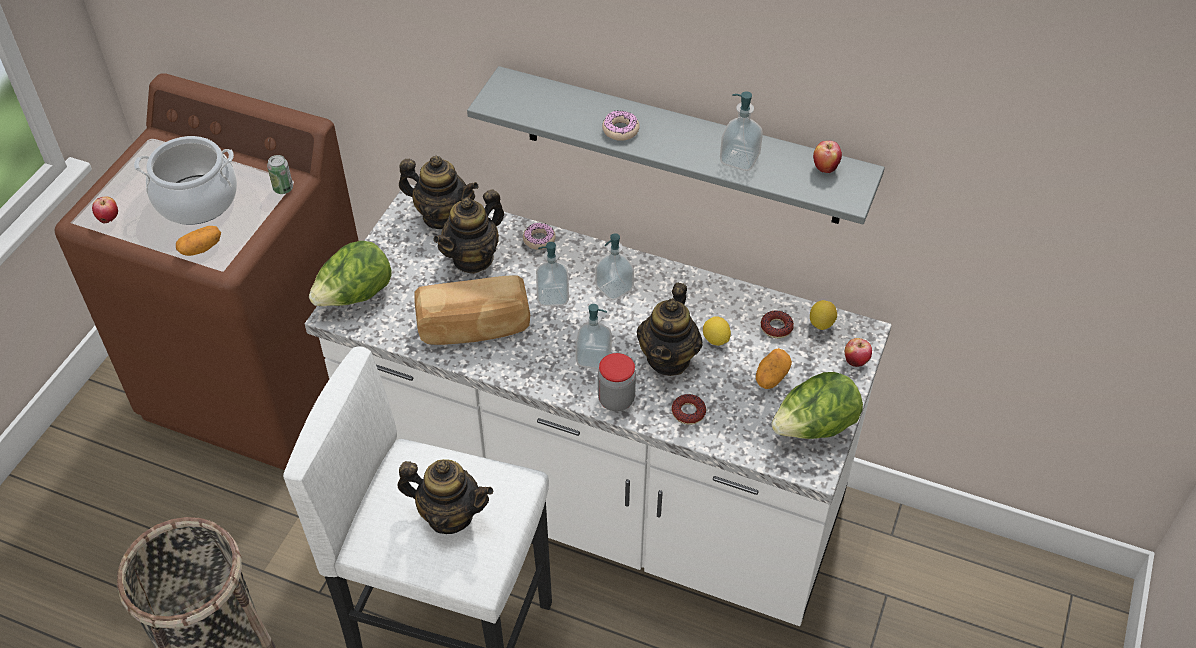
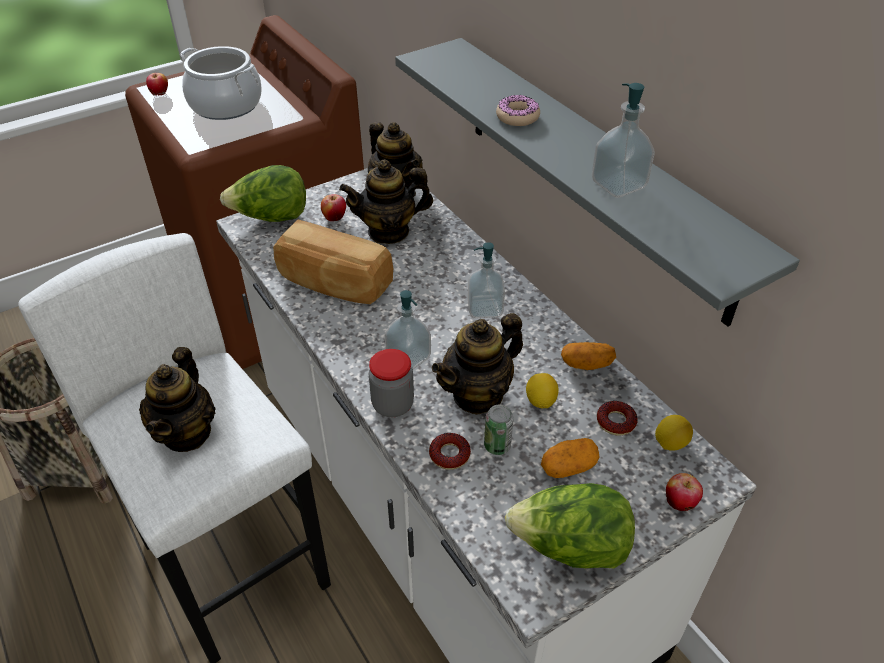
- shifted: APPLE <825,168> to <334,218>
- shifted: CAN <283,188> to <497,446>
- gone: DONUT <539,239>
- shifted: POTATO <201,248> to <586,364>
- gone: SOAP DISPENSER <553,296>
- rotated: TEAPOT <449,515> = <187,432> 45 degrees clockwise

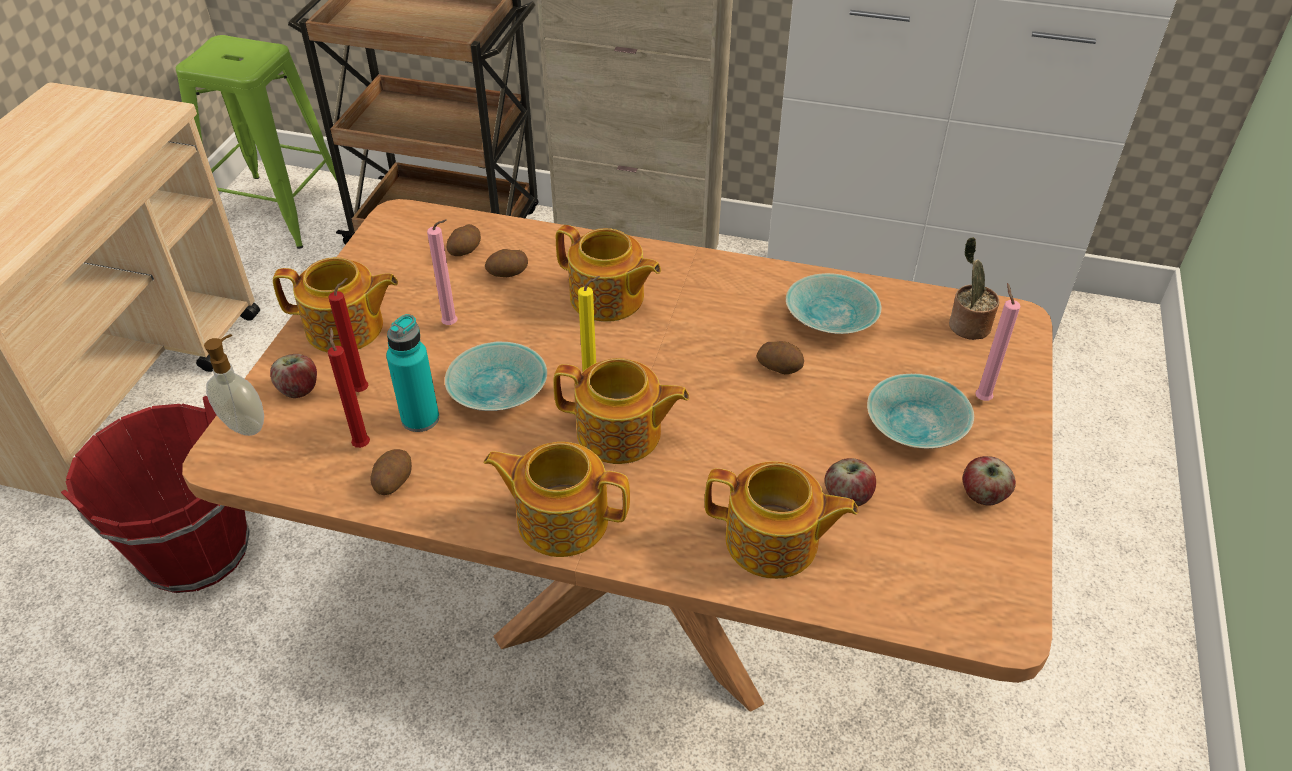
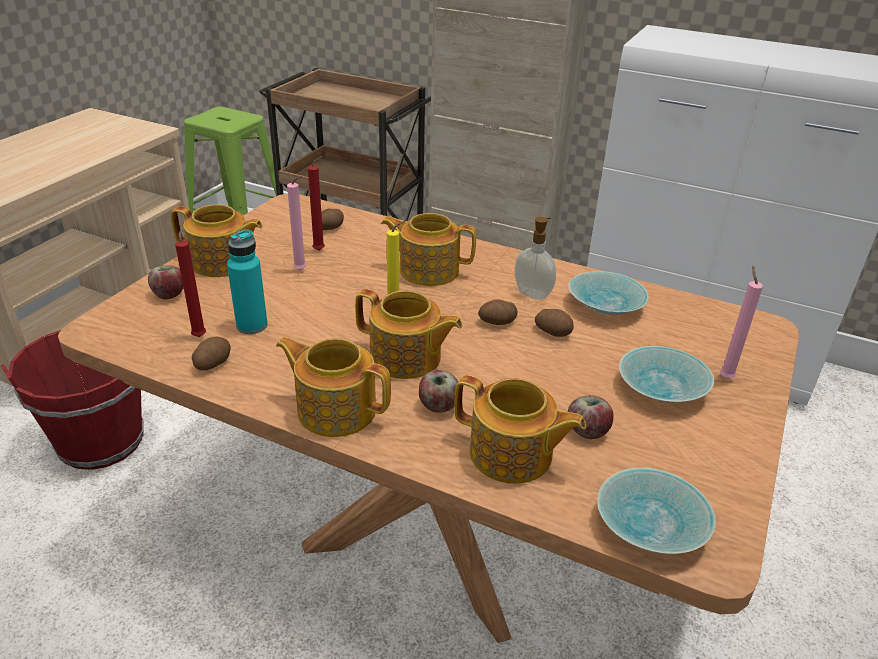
- rotated: TEAPOT <608,299> = <427,270> 150 degrees clockwise
- gone: POTTED PLANT <966,326>
- shifted: POTATO <508,273> to <497,322>
- shifted: RED CANDLE <364,390> to <321,250>
- shifted: SOAP DISPENSER <245,424> to <533,293>
- shifted: TURQUOISE BOWL <495,391> to <647,525>
- shifted: APPLE <982,495> to <438,406>

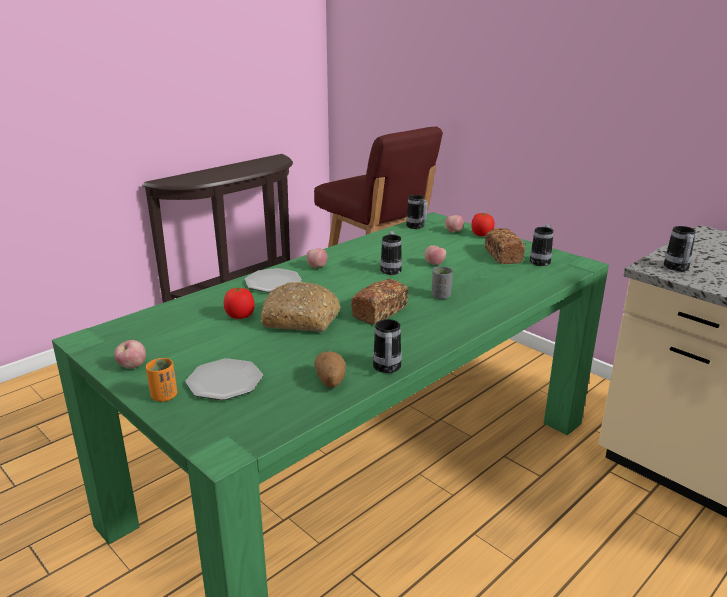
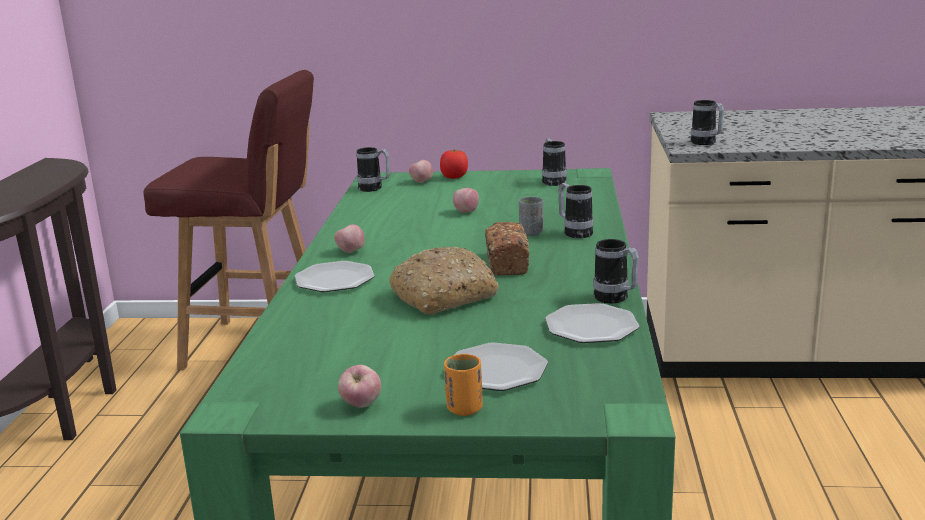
- gone: BREAD <502,255>
- shifted: MUG <391,269> to <574,232>
- gone: TOMATO <240,316>
- swapped: POTATO <331,381> to PLATE <591,327>

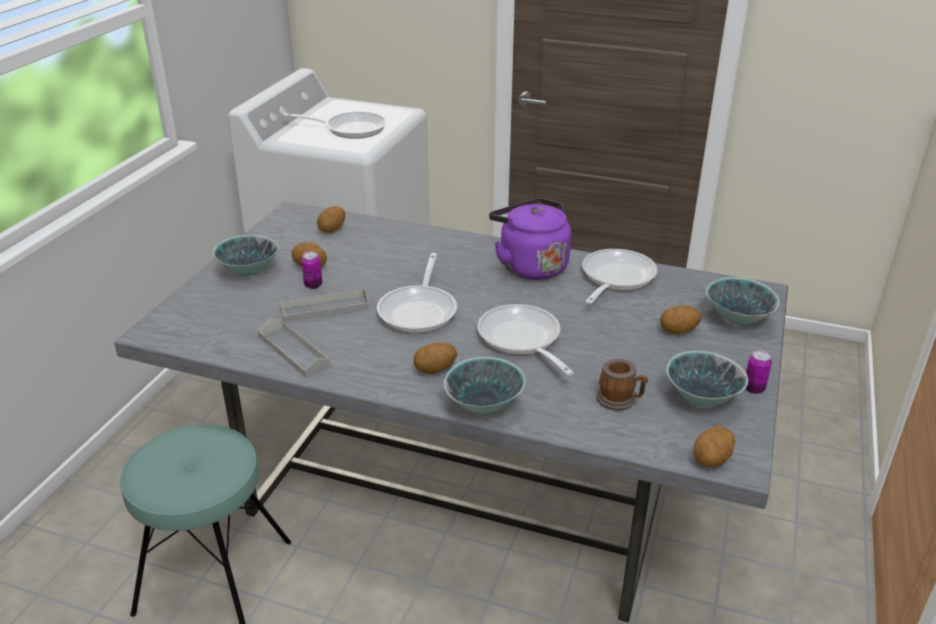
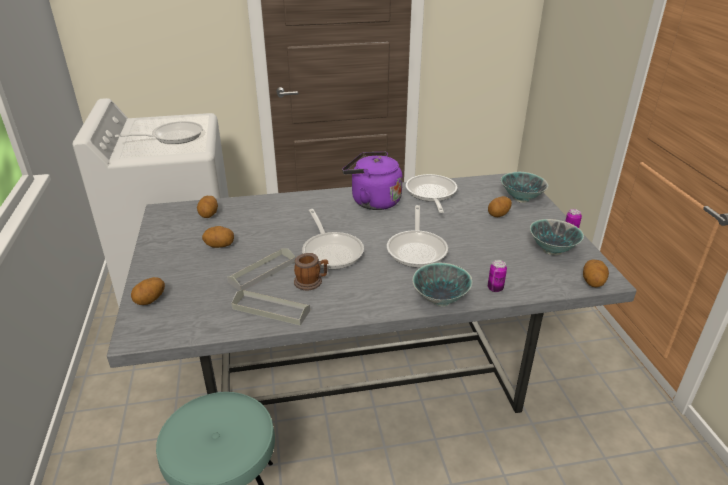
- gone: BOWL <249,273>
- shifted: CAN <313,285> to <495,288>
- rotated: FRYING PAN <522,340> = <417,249> 120 degrees counterclockwise
- shifted: POTATO <435,370> to <150,300>
- shifted: MUG <620,400> to <311,282>

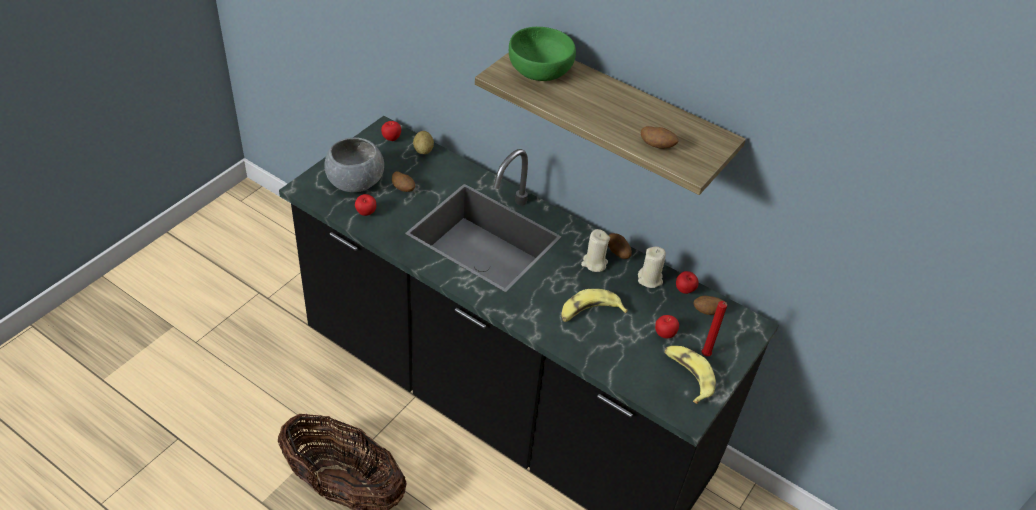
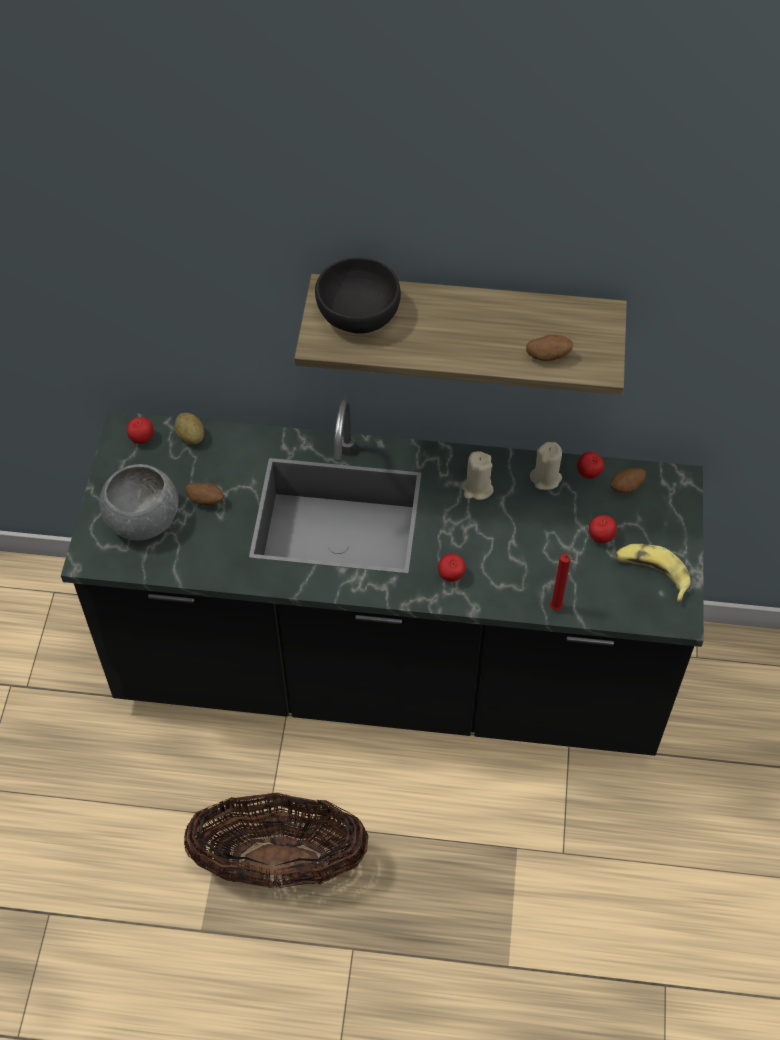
- repainted: GREEN BOWL <539,71> to BLACK BOWL <358,314>
- shifted: APPLE <366,214> to <451,576>
- gone: POTATO <617,253>
- gone: BANANA <589,312>
- shifted: RED CANDLE <706,356> to <557,609>

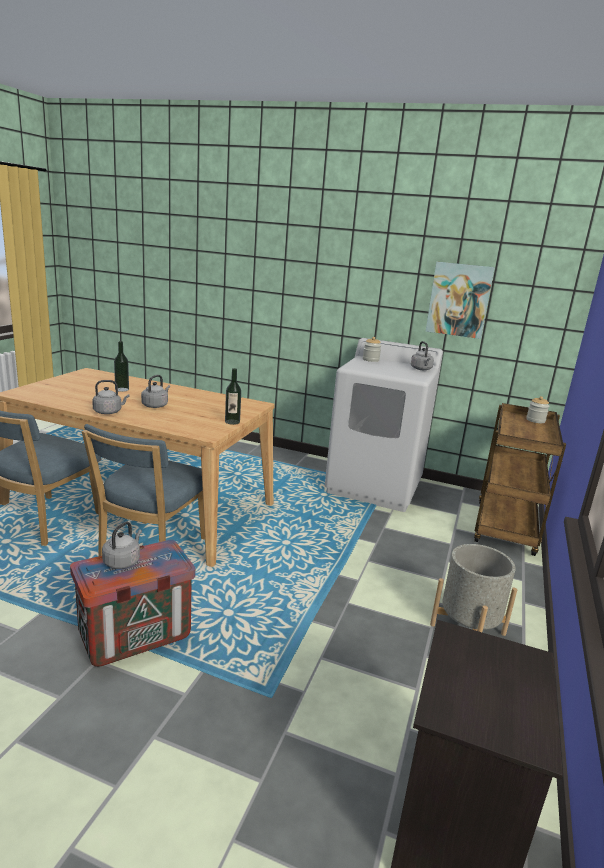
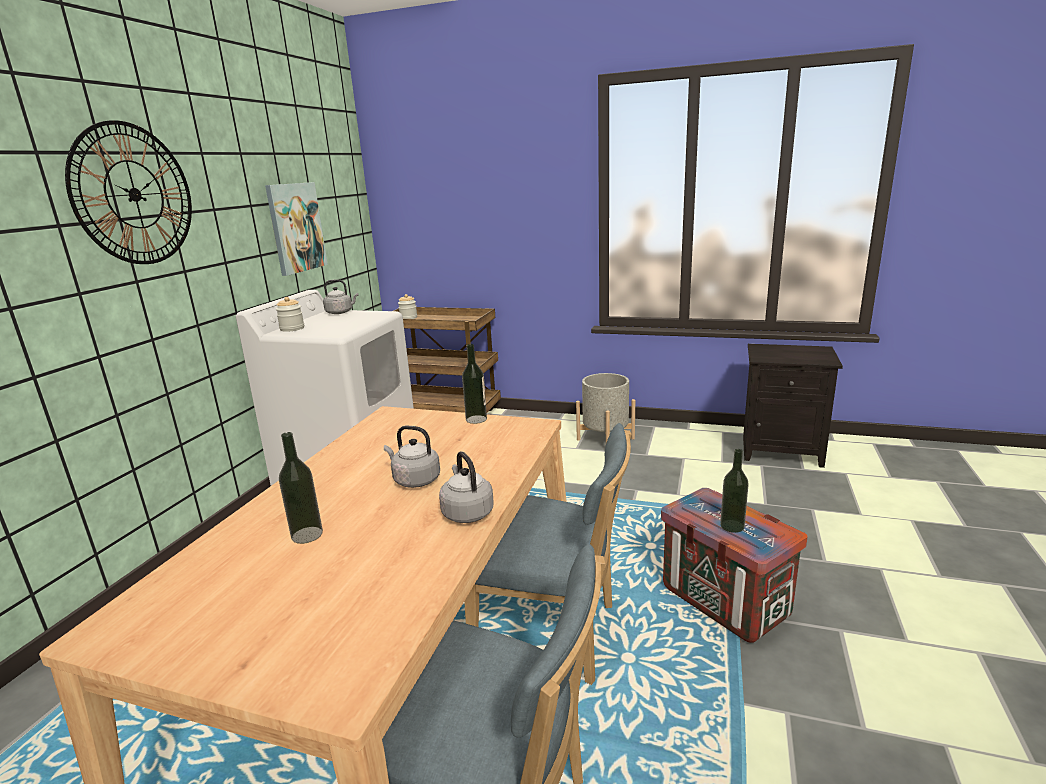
- swapped: GREY KETTLE <123,561> to BOTTLE <732,526>
- new: WALL CLOCK <134,194>

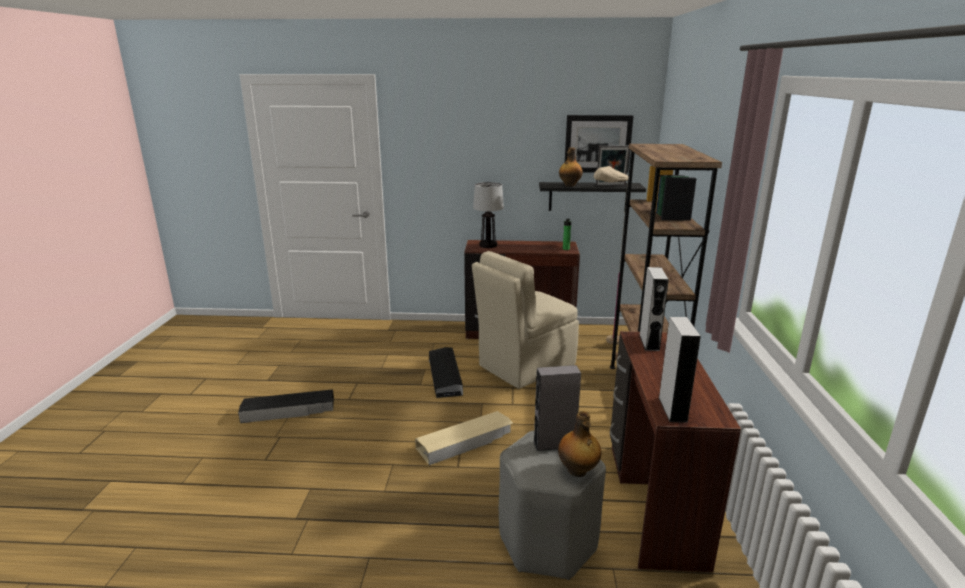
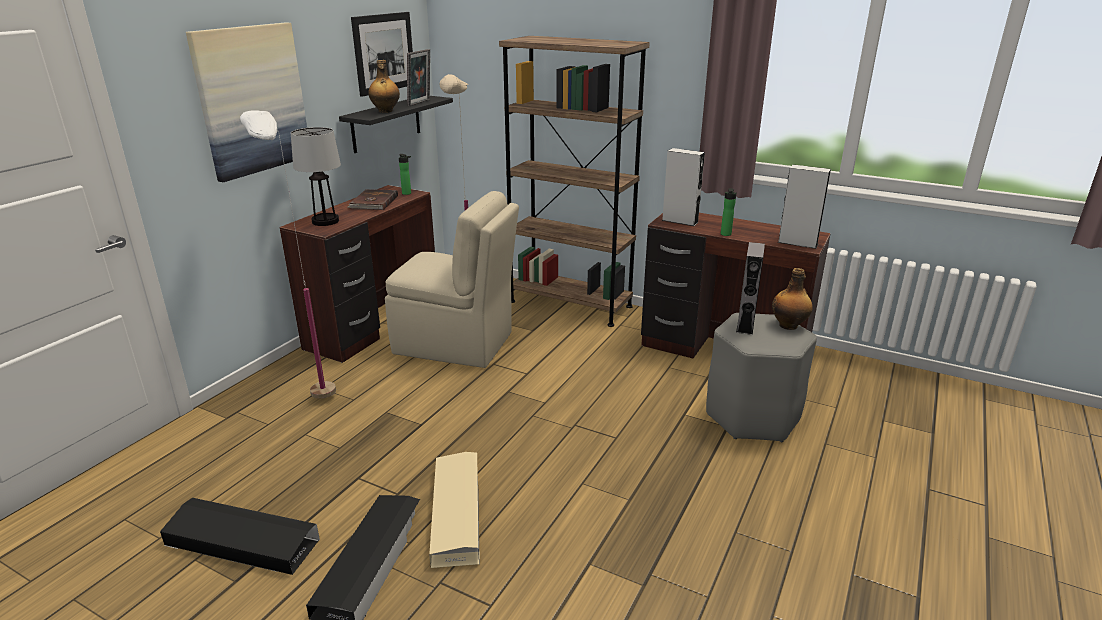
- rotated: BEIGE CHAIR <525,366> = <456,344> 60 degrees counterclockwise
- shifted: BLACK STORAGE BOX <445,376> to <242,542>
- shifted: BEIGE STORAGE BOX <465,442> to <457,513>
- new: PICTURE <252,100>
- new: WHITE FLOOR LAMP <313,390>
- new: BOTTLE <725,235>
- new: BROWN BOOK <373,202>

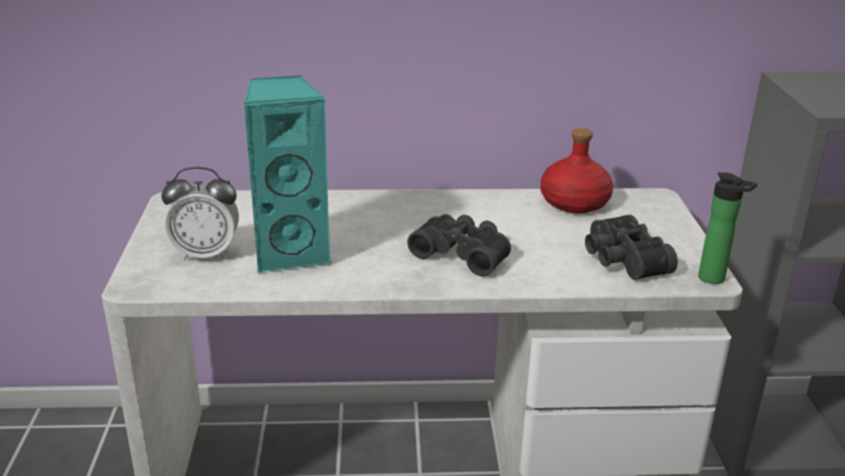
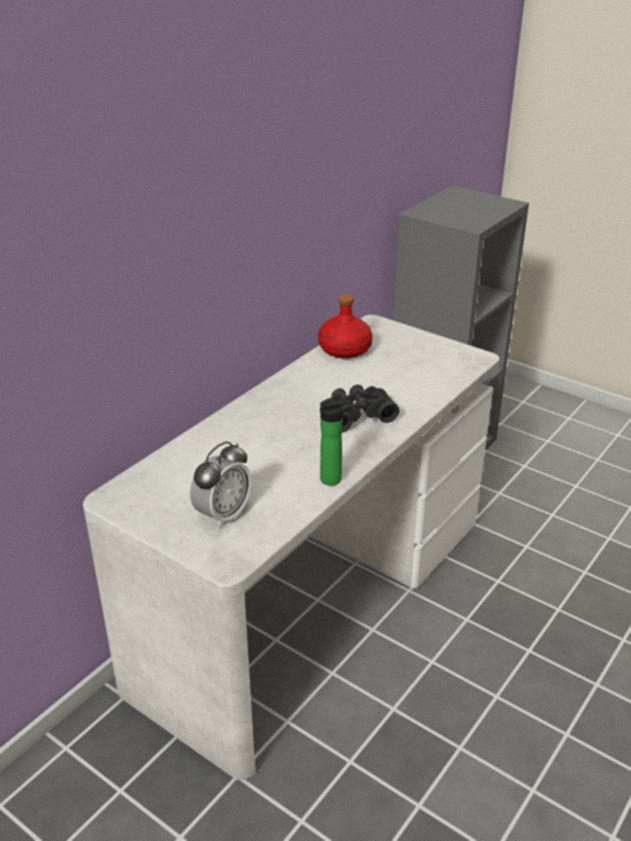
- gone: TURQUOISE SPEAKER <291,253>
- shifted: BOTTLE <715,279> to <334,479>
- gone: BLACK BINOCULARS <621,260>

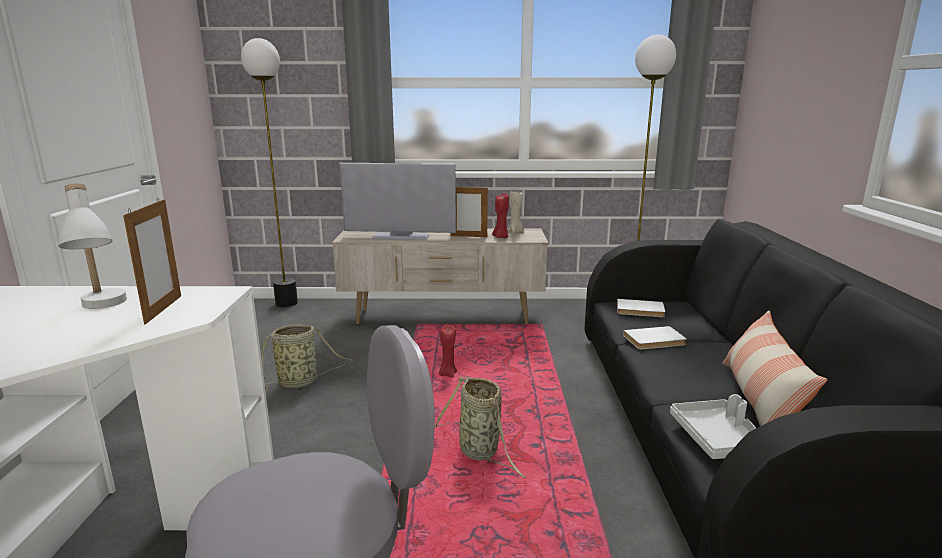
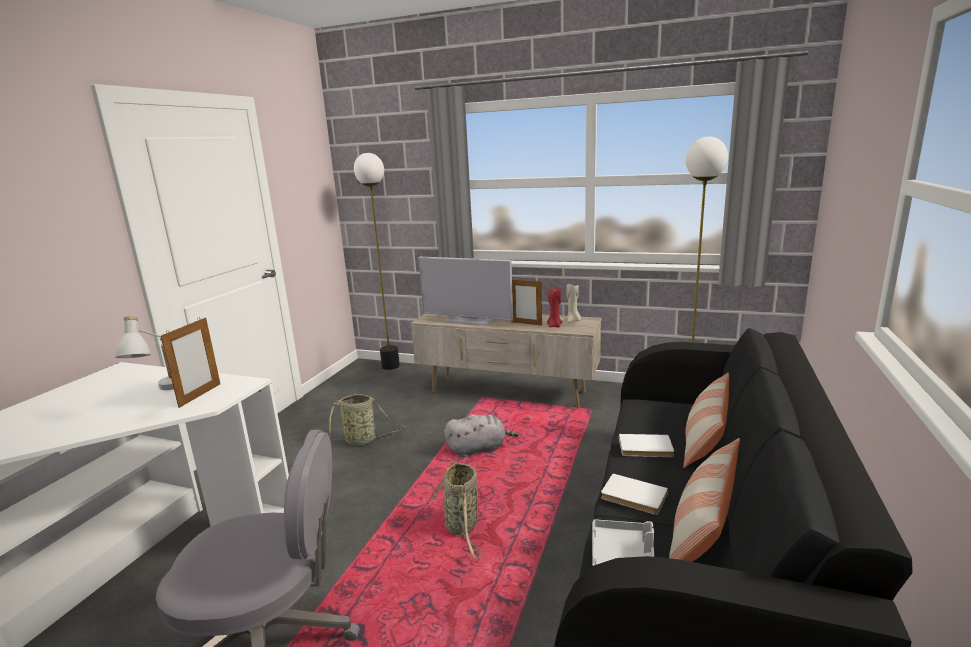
- shifted: WHITE BOOK <640,310> to <633,497>
- swapped: RED CANDLE <447,374> to GREY PLUSH TOY <479,449>
- new: PILLOW <705,439>

